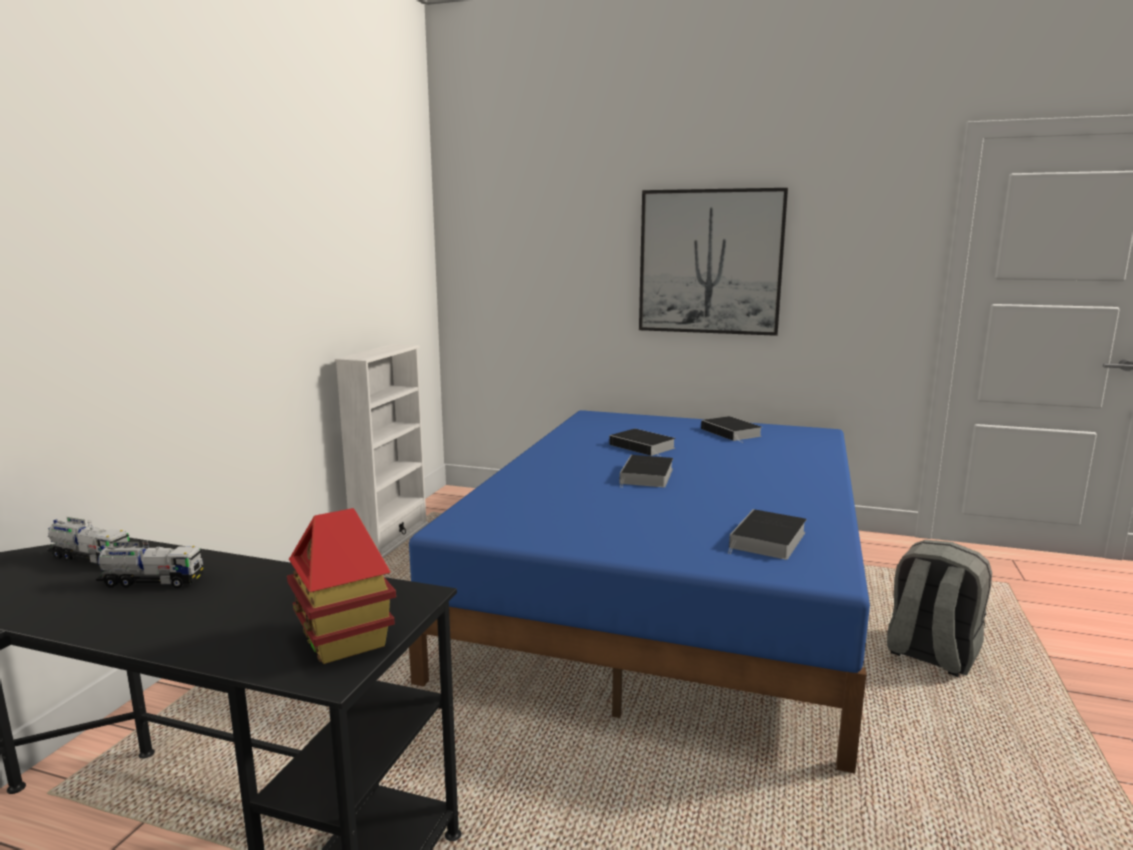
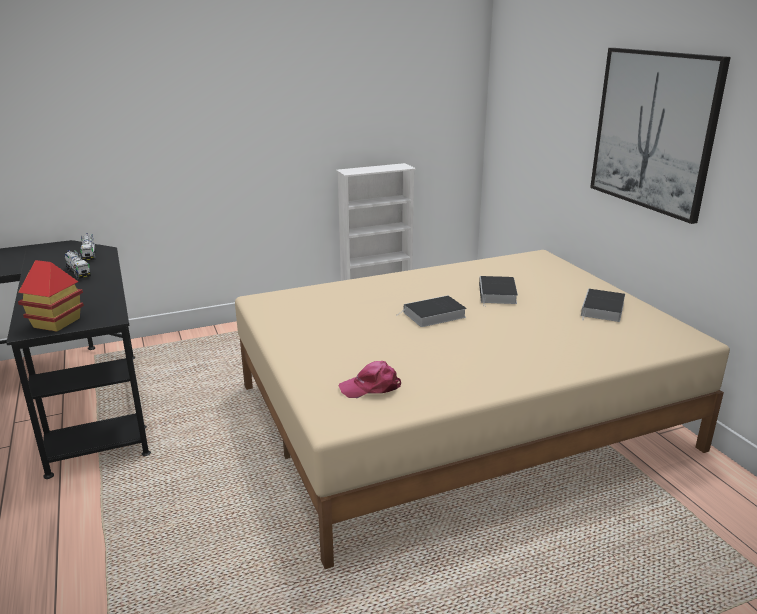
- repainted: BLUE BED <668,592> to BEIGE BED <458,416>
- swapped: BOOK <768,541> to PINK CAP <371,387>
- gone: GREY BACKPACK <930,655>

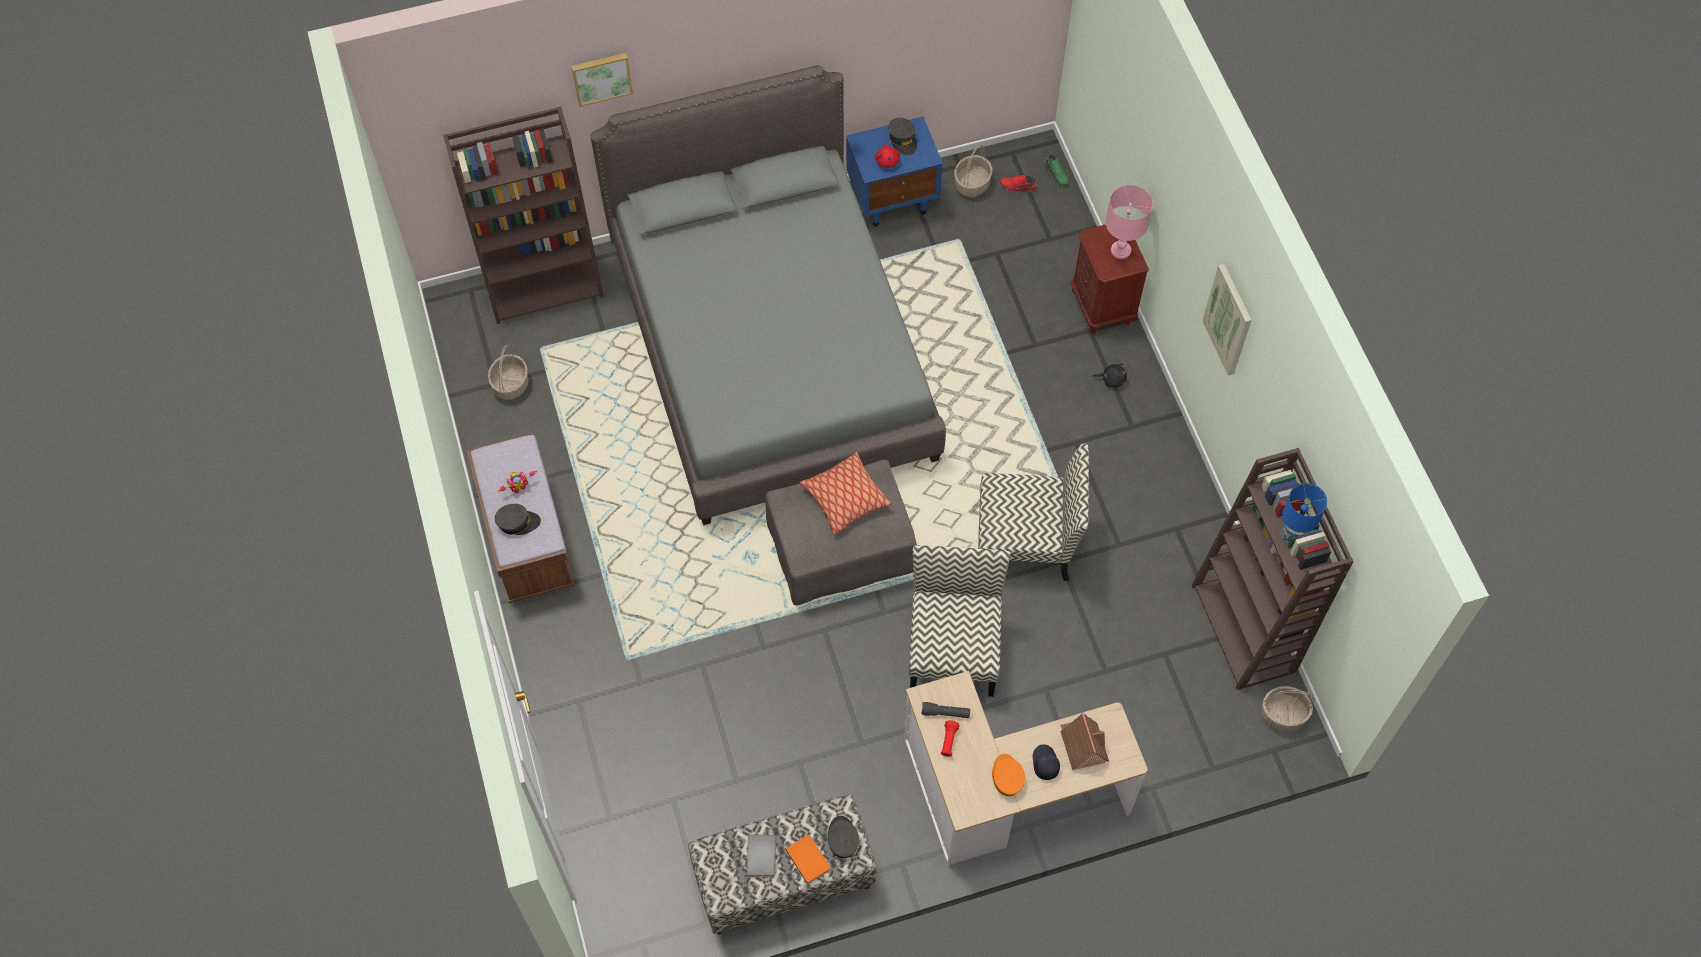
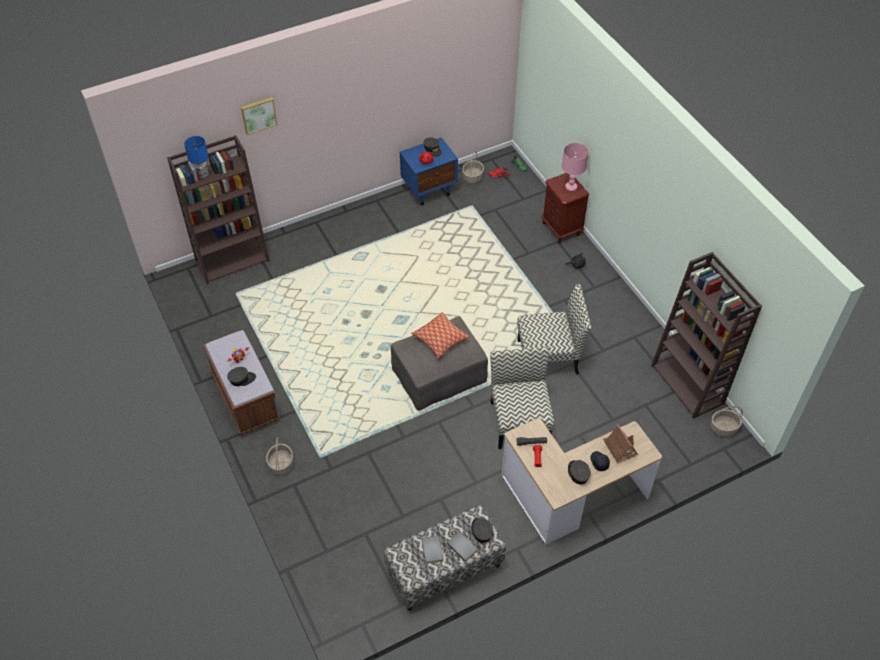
- gone: GREY BED <773,351>
- gone: PICTURE <1229,319>
- shifted: BASKET <510,384> to <281,464>
- shifted: BLUE TABLE LAMP <1291,535> to <202,175>
- repainted: ORANGE CAP <1007,777> to GREY CAP <578,473>
- repainted: ORANGE BOOK <809,859> to GREY BOOK <463,546>

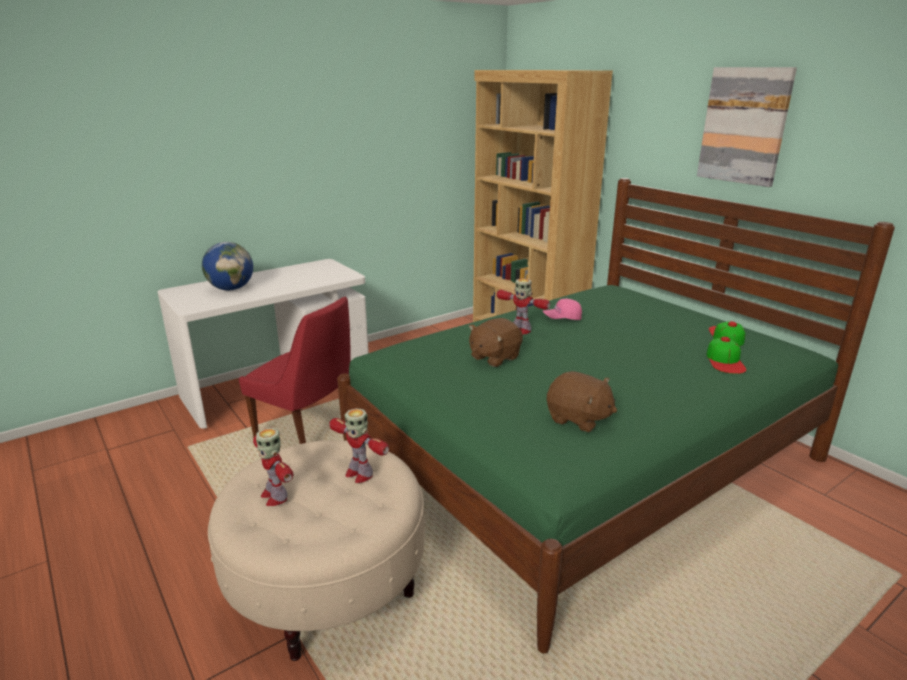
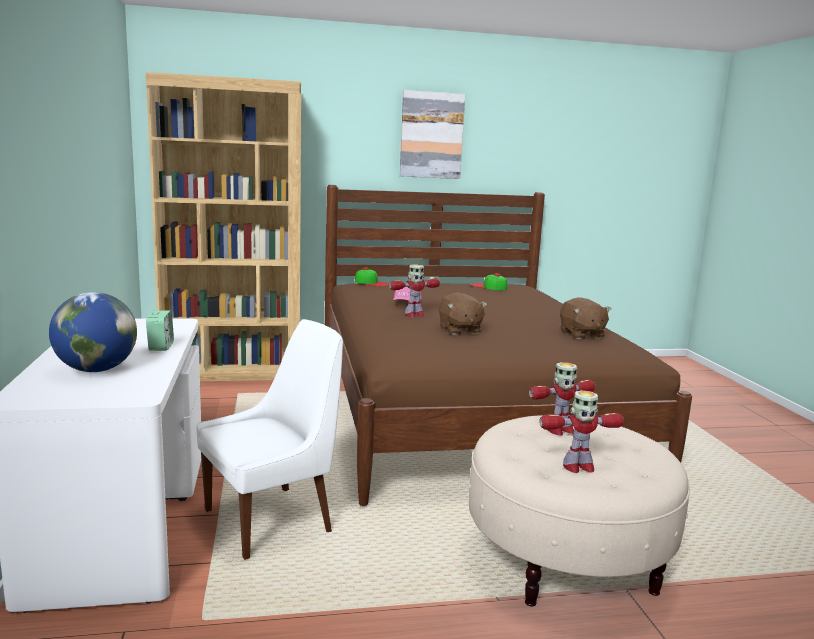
- repainted: GREEN BED <583,457> to BROWN BED <465,414>
- repainted: RED CHAIR <308,430> to WHITE CHAIR <273,519>
- shifted: CAP <725,361> to <372,283>
- rotated: BROWN PLUSH TOY <578,419> = <581,335> 105 degrees clockwise
- new: ALARM CLOCK <161,346>

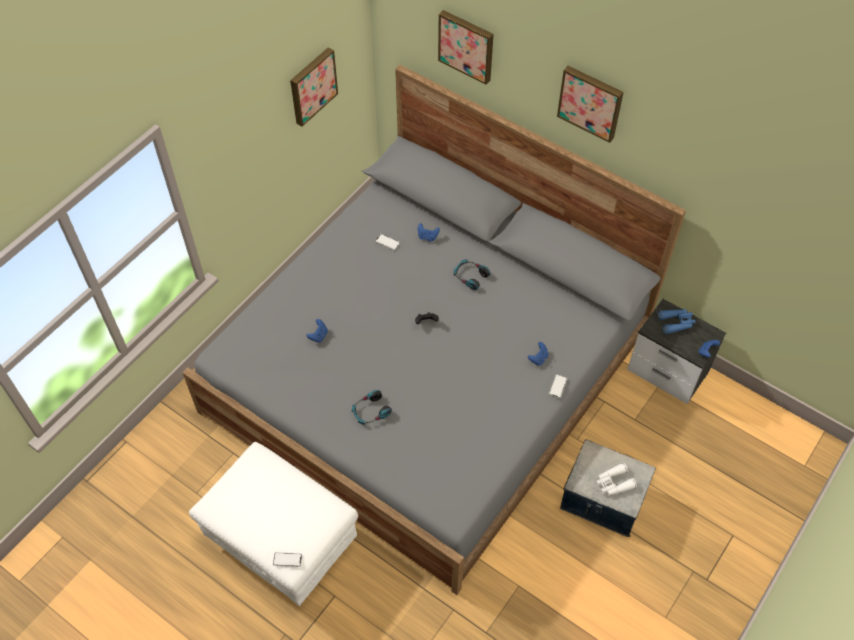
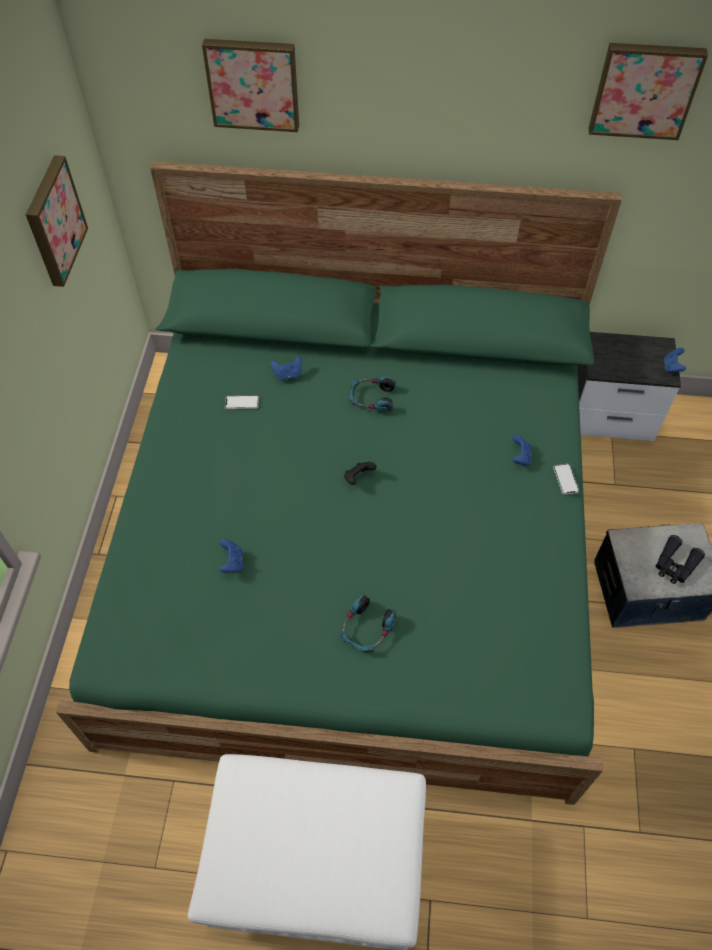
- repainted: GREY BED <428,372> to GREEN BED <356,545>
- shifted: PICTURE <591,102> to <644,90>
- gone: BLUE BINOCULARS <676,323>
- repainted: WHITE BINOCULARS <613,483> to BLACK BINOCULARS <674,565>
- gone: PHONE <287,559>

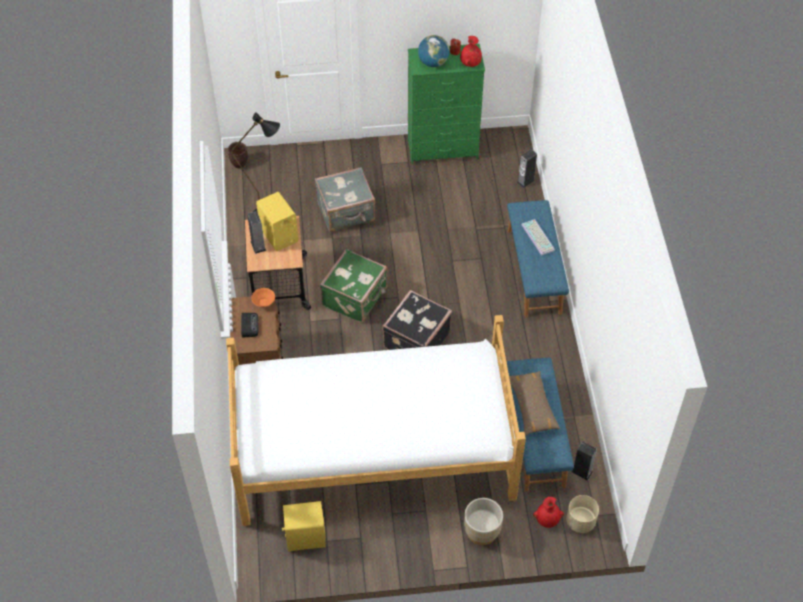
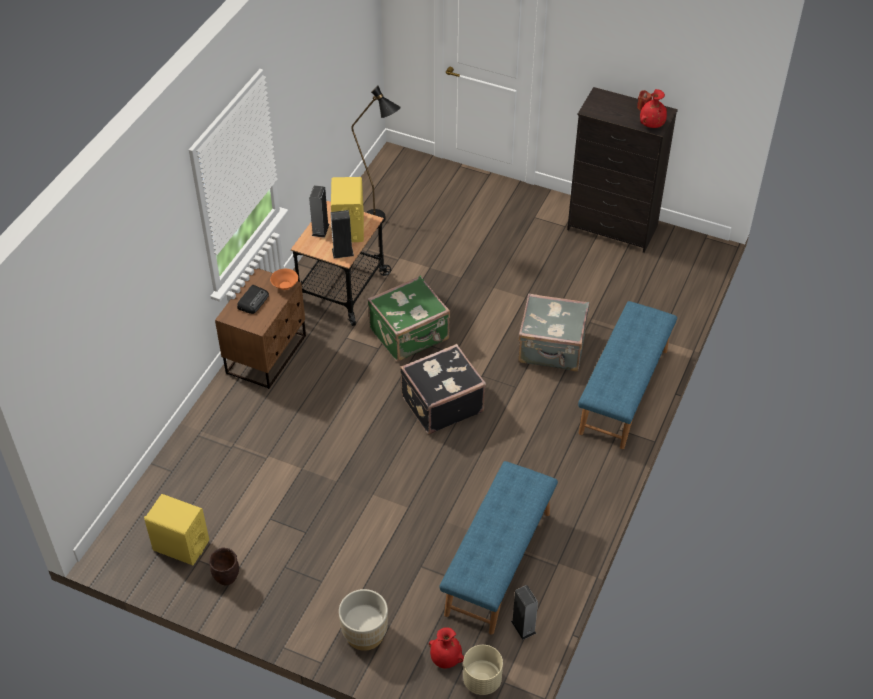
- gone: GLOBE <433,63>
- repainted: GREEN DRESSER <443,149> to BLACK DRESSER <613,228>
- shifted: BROWN PLANTER <239,165> to <226,579>
- shifted: SPEAKER <525,181> to <342,252>
- shifted: GREY SUITCASE <346,212> to <552,349>
- gone: KEYBOARD <539,237>
- gone: BED <373,450>
- gone: BROWN PILLOW <532,406>

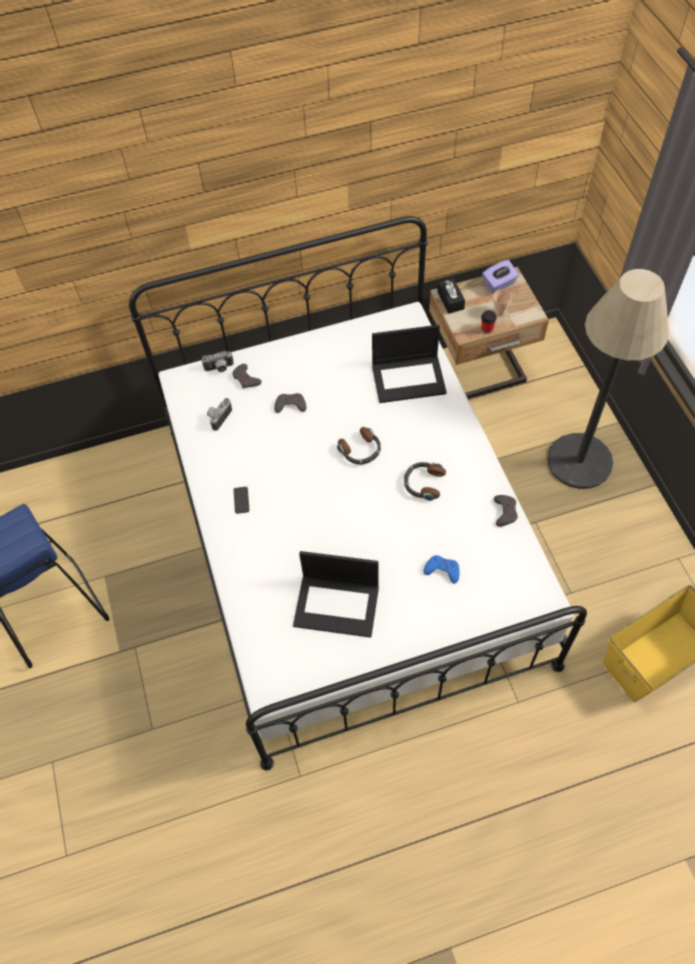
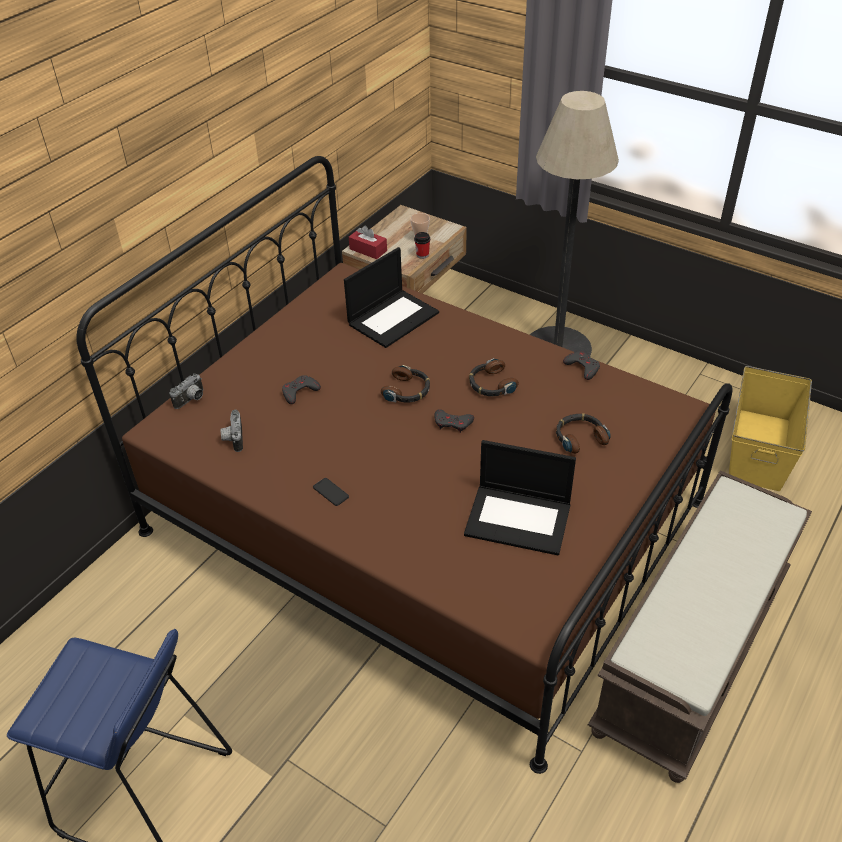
- repainted: WHITE BED <351,539> to BROWN BED <423,517>
- gone: PURPLE TISSUE BOX <499,284>
- repainted: BLACK TISSUE BOX <450,300> to RED TISSUE BOX <368,250>
- shifted: GREY GAME CONTROLLER <246,379> to <453,423>
- rotated: LAPTOP <337,605> = <519,519> 45 degrees clockwise
- swapped: BLUE GAME CONTROLLER <442,570> to HEADPHONES <580,437>
- new: BROWN BENCH <690,649>

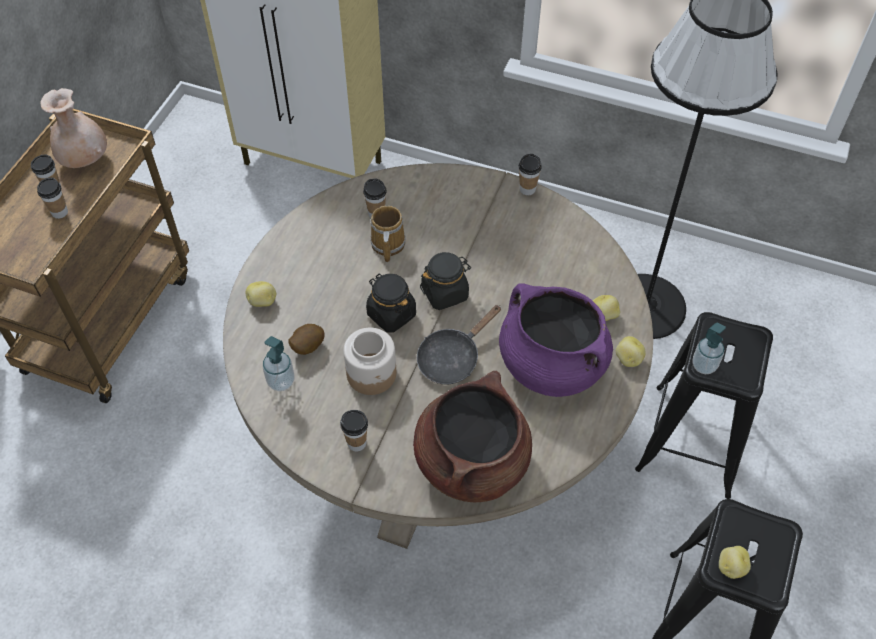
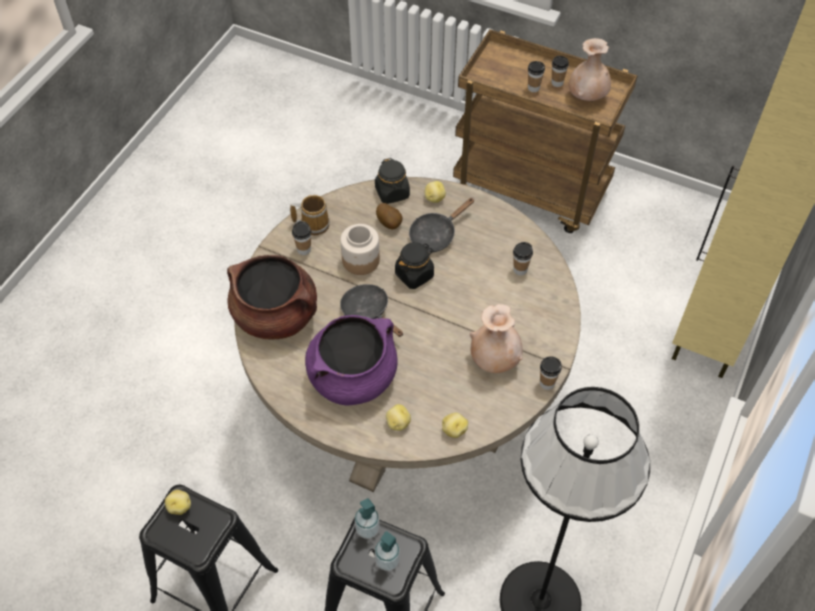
- shifted: MUG <386,245> to <313,224>
- shifted: BLACK JAR <445,293> to <392,193>
- shifted: SOAP DISPENSER <281,381> to <387,561>
- shifted: POTATO <628,359> to <454,430>
- new: BLACK FRYING PAN <436,234>
- new: BEIGE VASE <494,360>

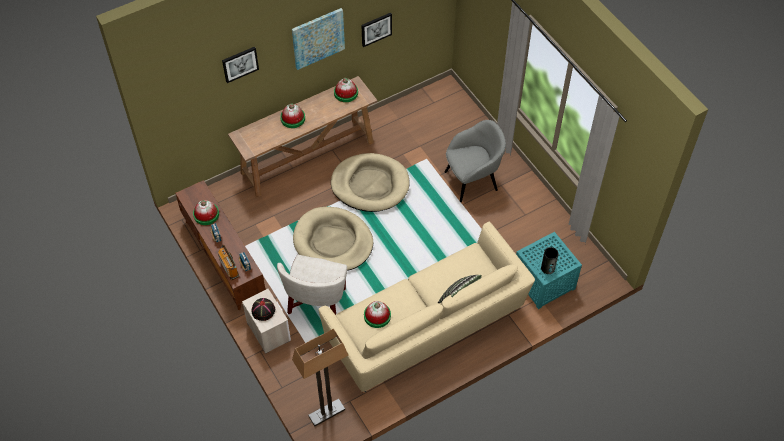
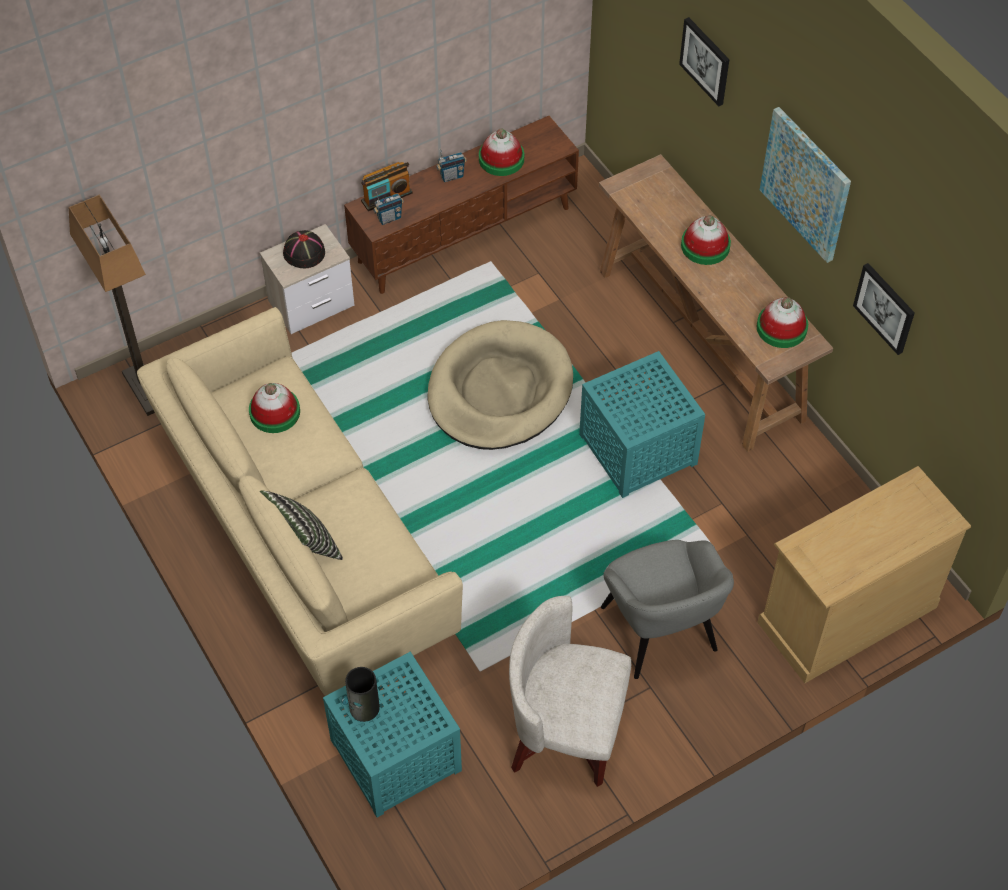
- swapped: BEIGE DOG BED <370,185> to TURQUOISE SIDE TABLE <638,447>
- shifted: WHITE ARMCHAIR <317,302> to <565,732>
- new: BEIGE DRESSER <846,614>

